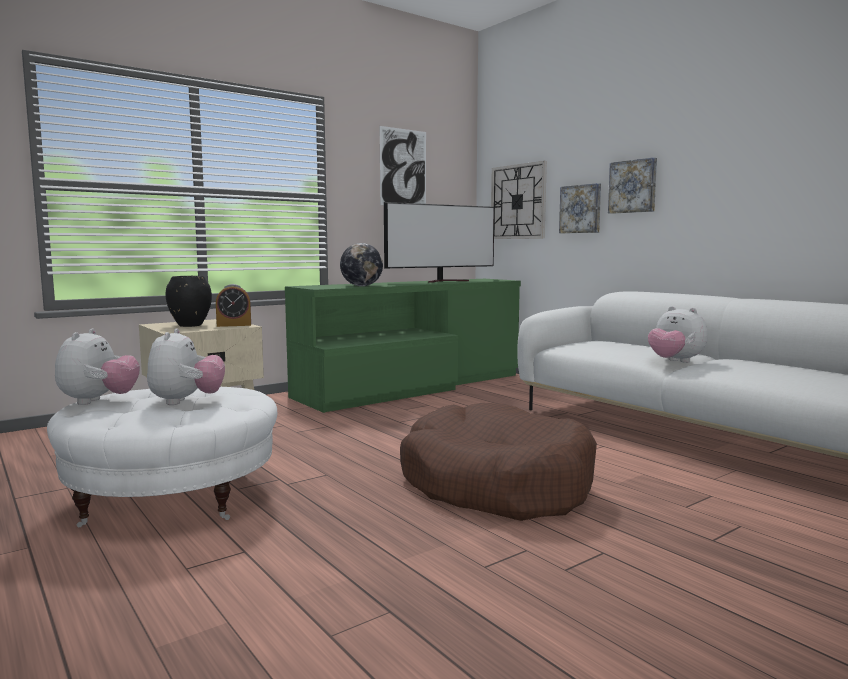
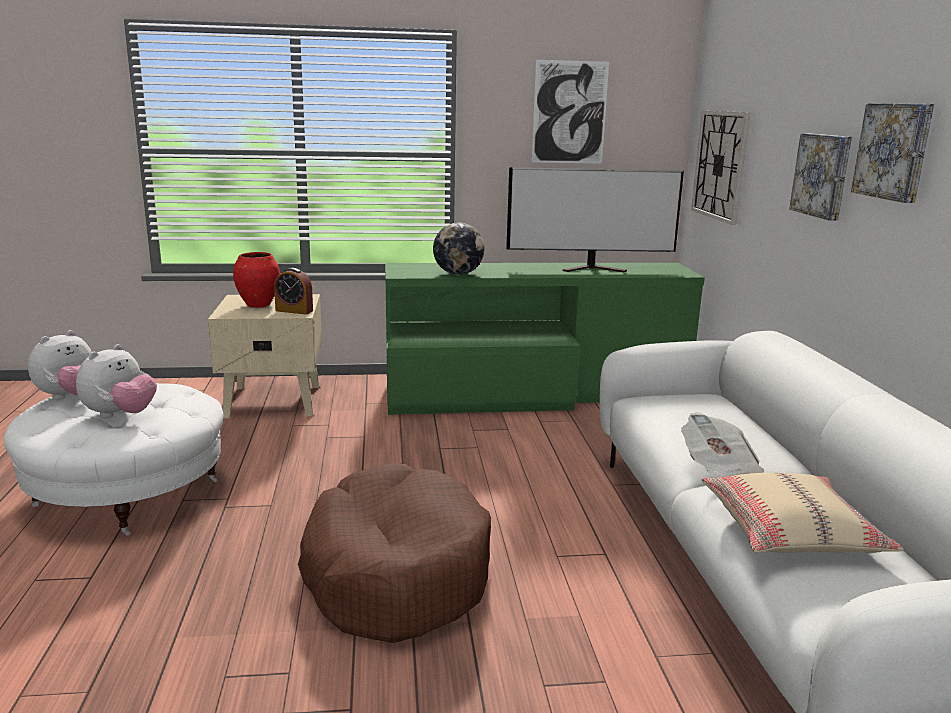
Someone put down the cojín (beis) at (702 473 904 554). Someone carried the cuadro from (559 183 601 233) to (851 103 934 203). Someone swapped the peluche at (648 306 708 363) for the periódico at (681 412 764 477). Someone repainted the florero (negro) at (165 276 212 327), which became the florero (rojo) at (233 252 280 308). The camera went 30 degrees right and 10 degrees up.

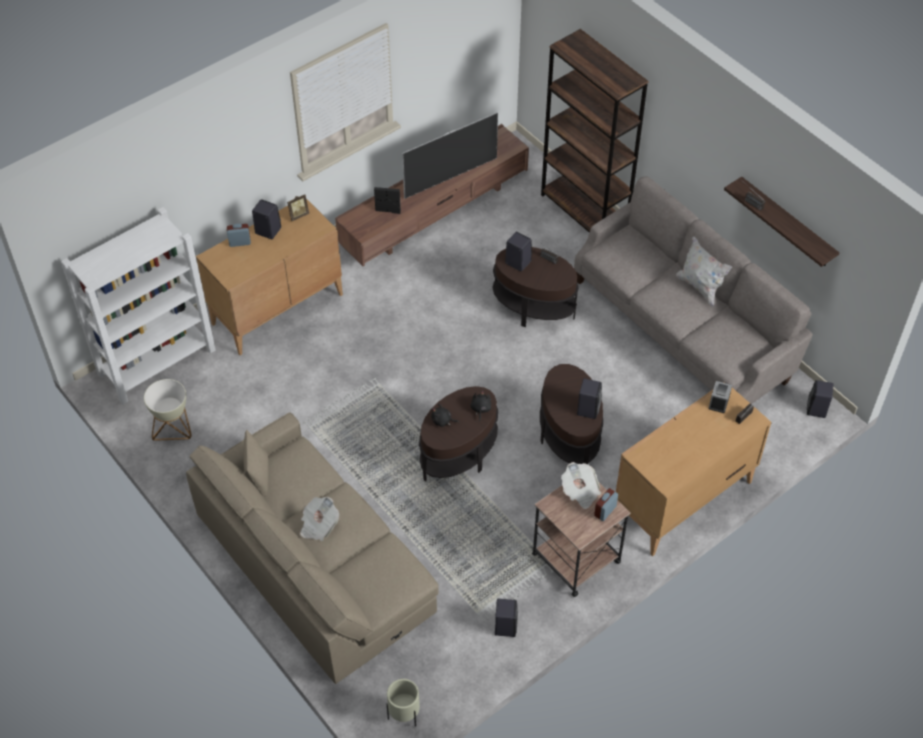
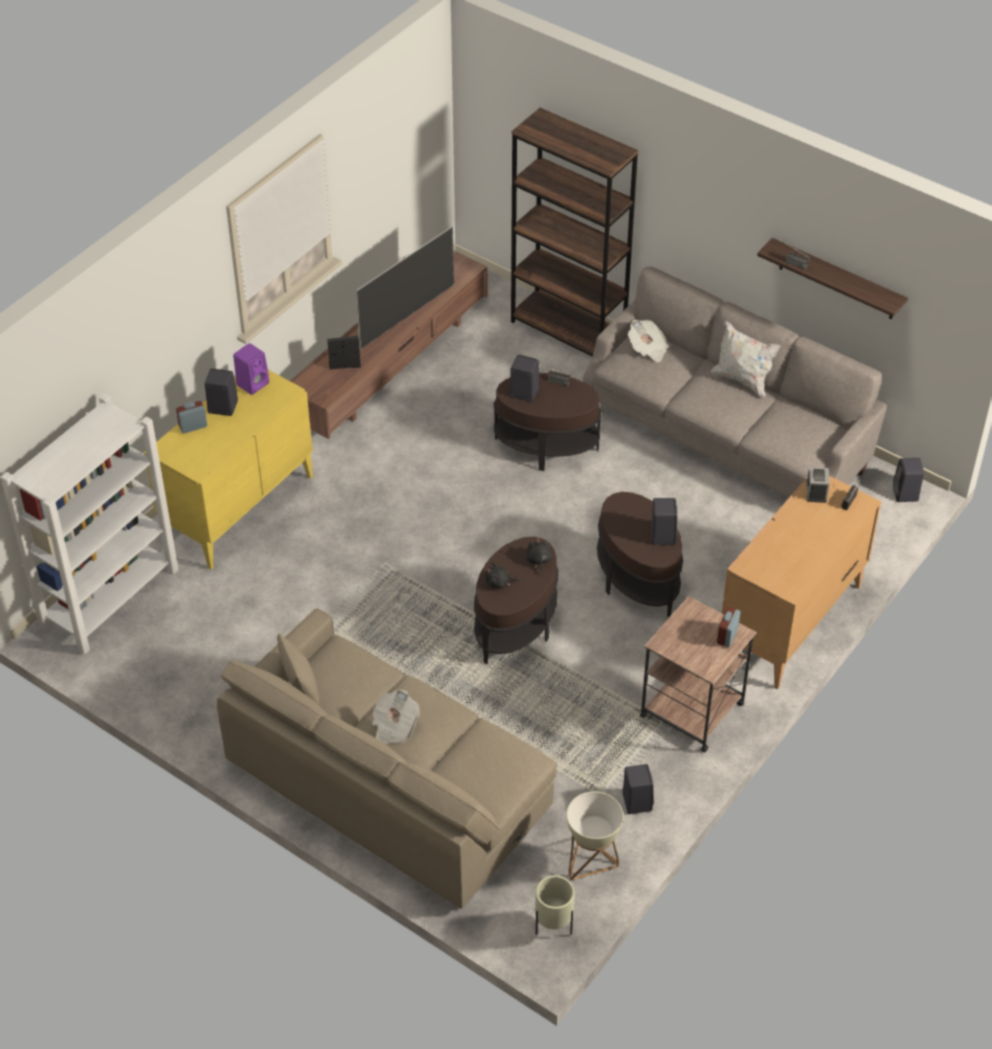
Someone carried the maceta from (144 379 192 440) to (566 791 624 880). Someone carried the periódico from (561 462 601 509) to (628 319 669 363). Someone swapped the portarretratos at (287 194 309 221) for the altavoz (morado) at (233 343 269 395). Someone repainted the armario (marrón) at (196 200 343 355), which became the armario (amarillo) at (144 370 313 569). The camera went 15 degrees left and 5 degrees down.

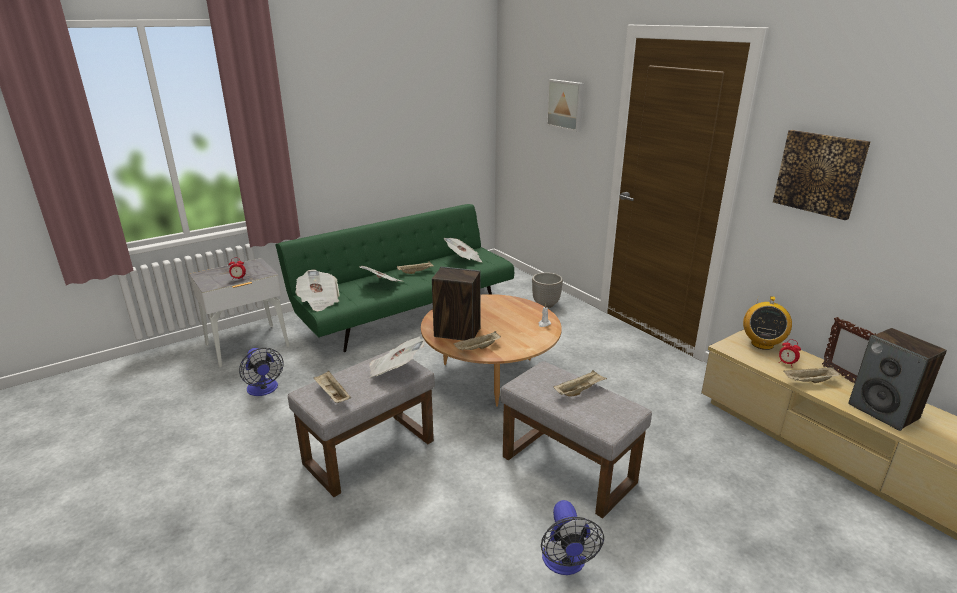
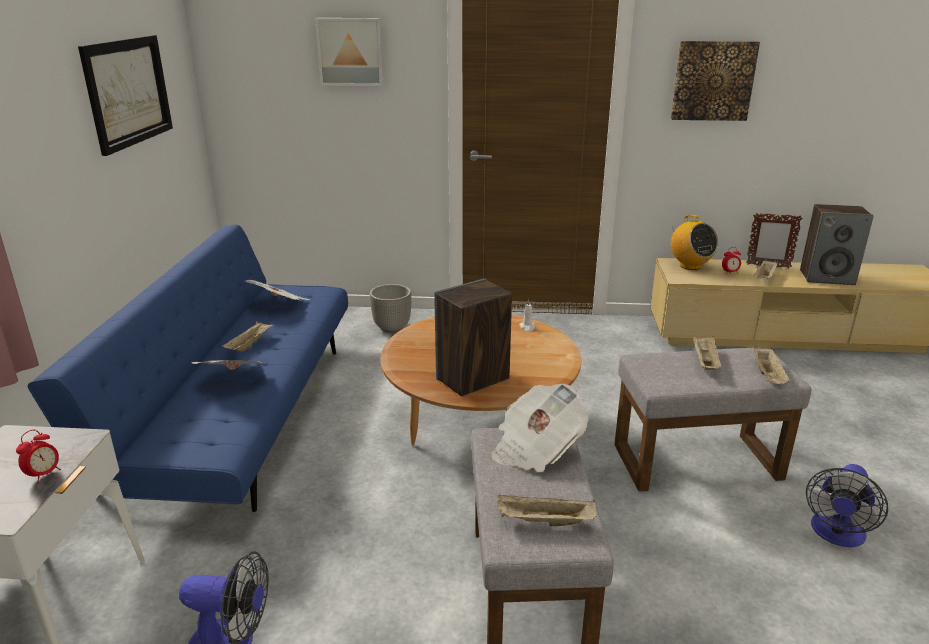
Someone took away the periódico at (295 270 340 311). Someone put up the cuadro at (78 35 173 156). Someone carried the bandeja (beis) from (454 331 501 351) to (754 346 791 384). Someone repainted the sofá (verde) at (275 204 514 352), which became the sofá (azul) at (28 225 348 512). Someone rotated the ventilador at (541 500 604 575) by 90 degrees clockwise. The camera went 50 degrees left and 0 degrees up.

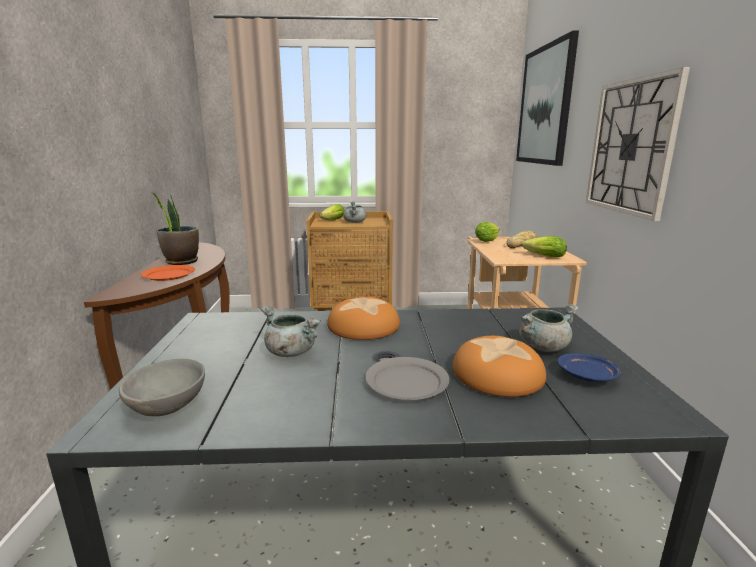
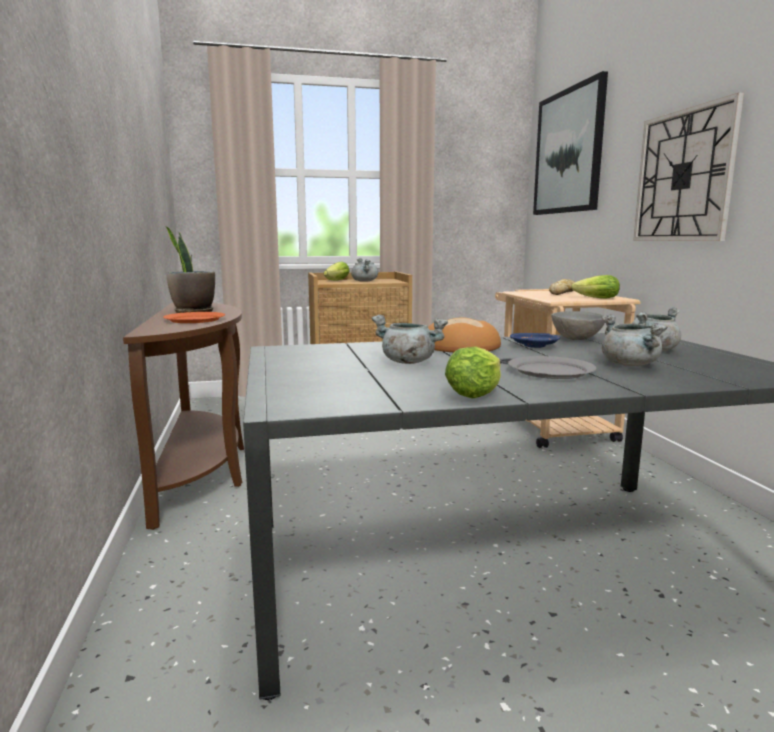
Someone carried the cuenco (gris) from (119 359 205 416) to (551 311 605 340). Someone carried the lechuga from (475 222 500 242) to (445 346 501 399). Someone carried the plato (azul) from (558 353 621 382) to (510 333 560 348). Someone swapped the pan at (453 336 546 397) for the olla (gris) at (601 314 667 366). The camera went 10 degrees left and 5 degrees down.

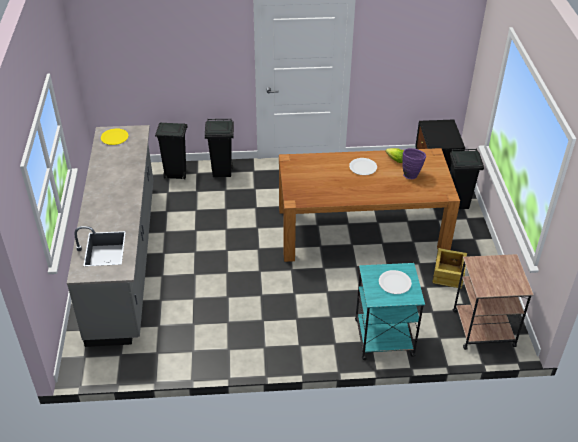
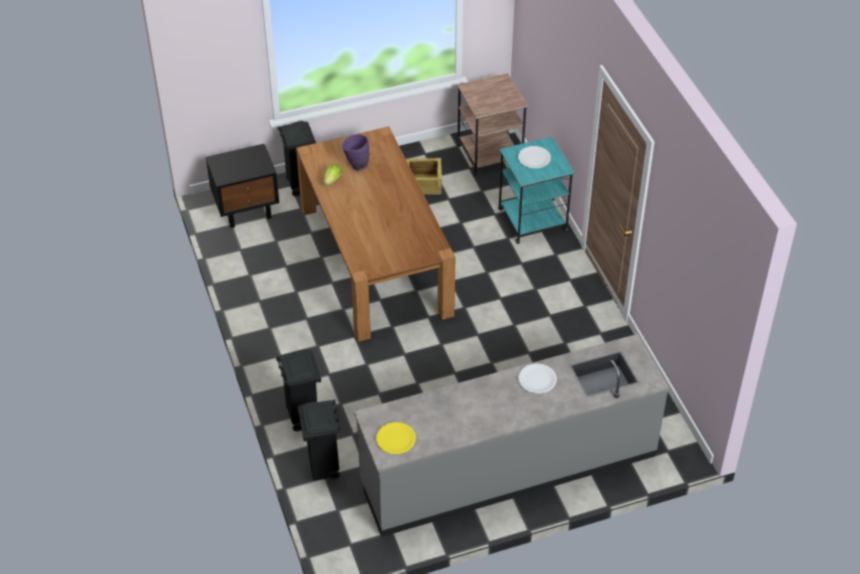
Someone carried the plato (blanco) from (349 158 377 175) to (518 363 557 393). The camera went 105 degrees left and 5 degrees up.

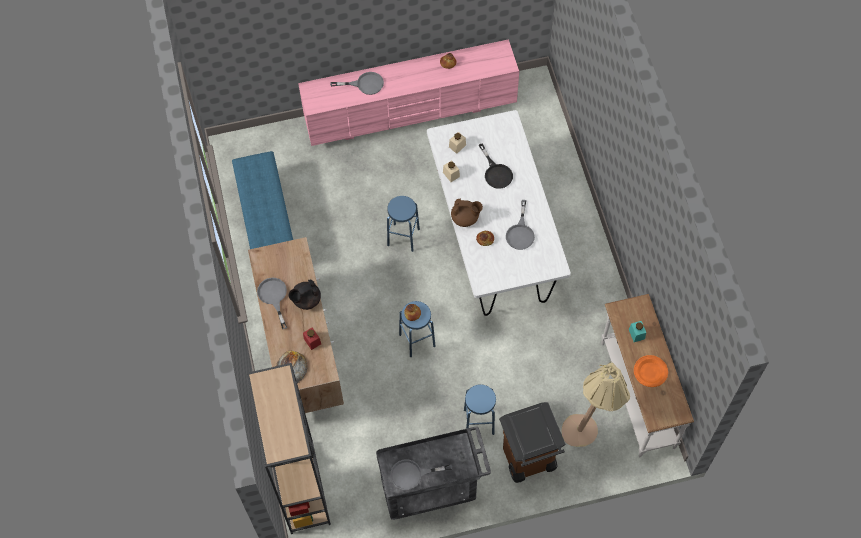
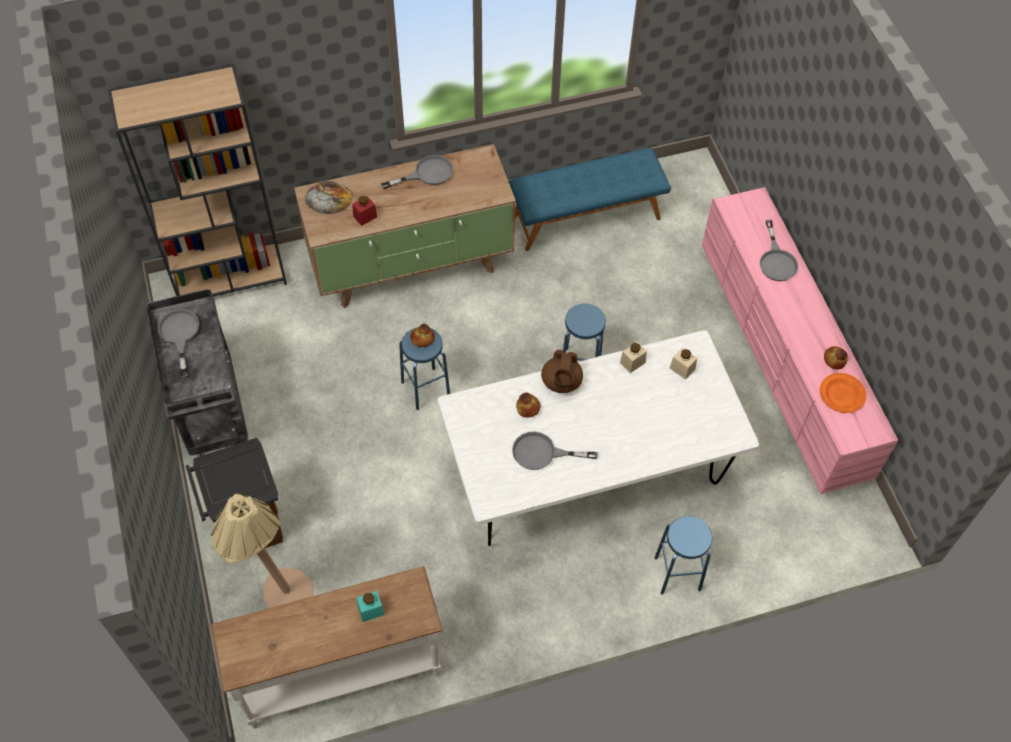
Someone took away the tetera (negro) at (289 280 321 310). Someone took away the sartén (negro) at (479 143 513 189). Someone carried the taburete (azul) from (464 384 496 435) to (655 516 712 595). Someone carried the plato (naranja) from (634 355 668 387) to (820 373 866 413). The camera went 85 degrees right and 5 degrees down.

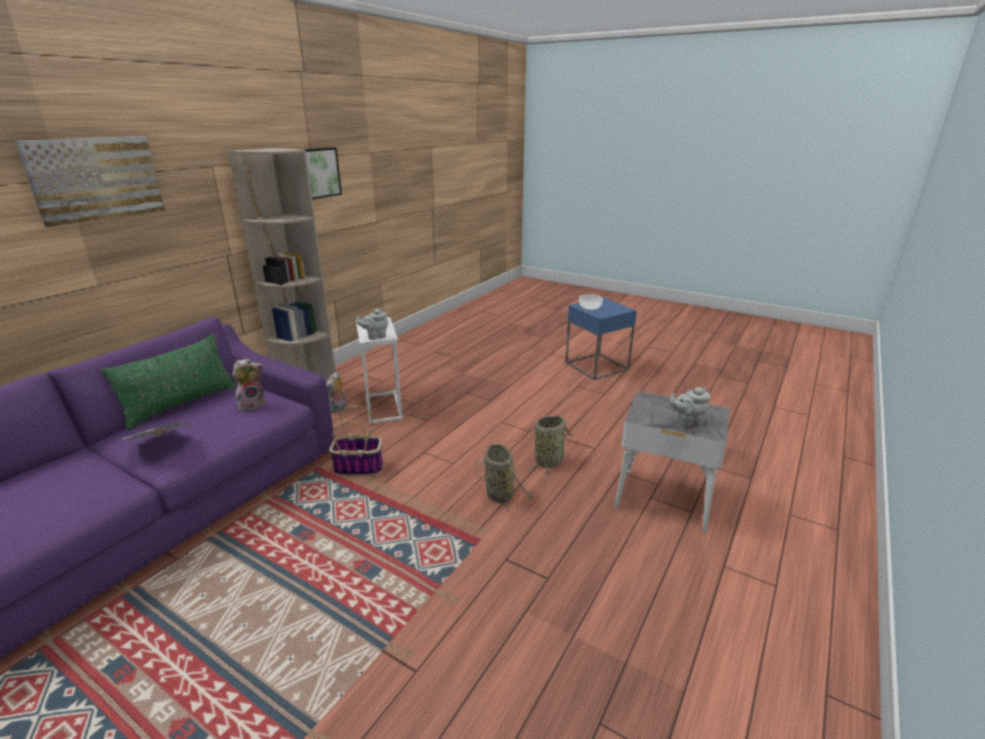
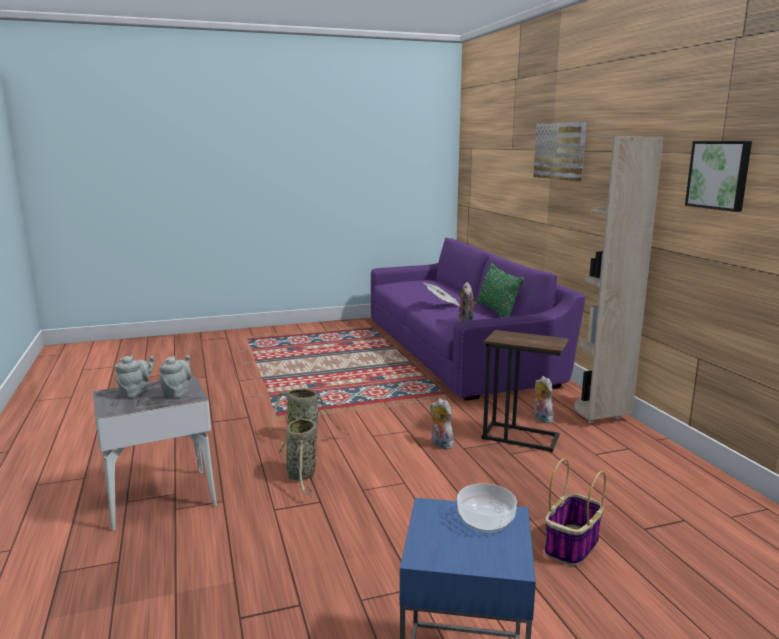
Someone put down the peluche at (430 398 454 450). Someone carried the cesta from (329 406 383 476) to (544 459 606 566). Someone carried the tetera (gris) from (356 309 388 340) to (159 355 192 398). Someone repainted the mesa auxiliar (blanco) at (356 317 403 424), which became the mesa auxiliar (marrón) at (482 330 568 452). The camera went 130 degrees right and 10 degrees down.

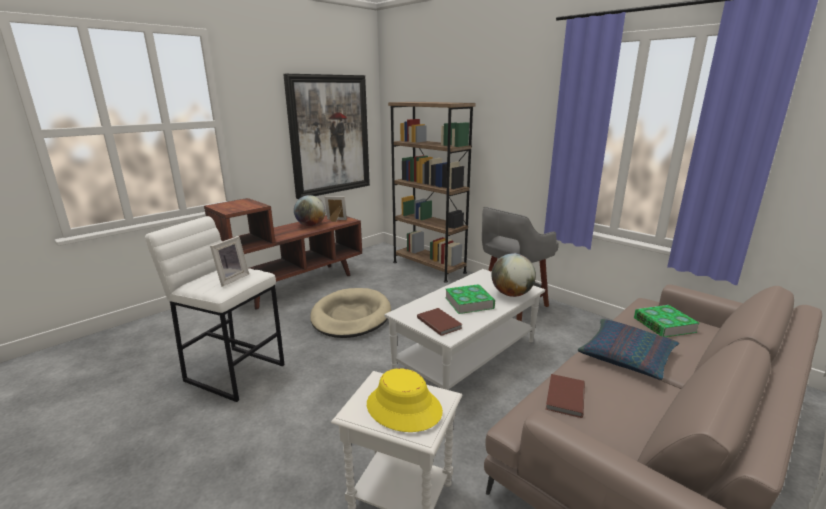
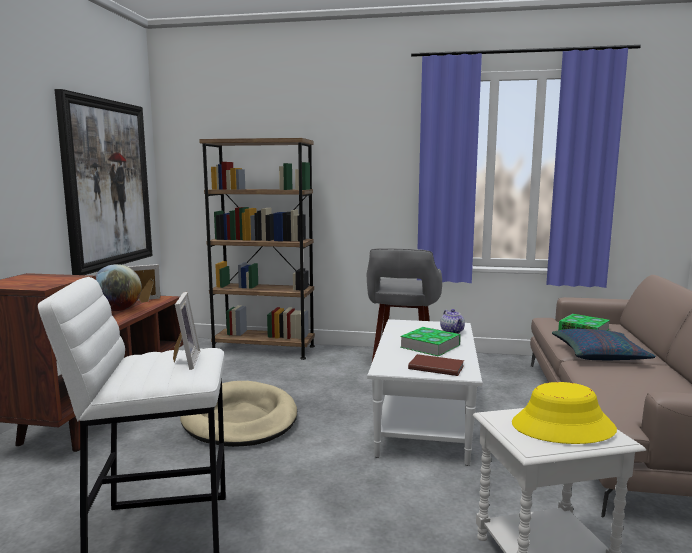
Someone took away the libro (marrón) at (546 374 585 418). Someone swapped the globo terráqueo at (491 253 536 297) for the tetera at (440 309 465 334). The camera went 35 degrees left and 10 degrees down.

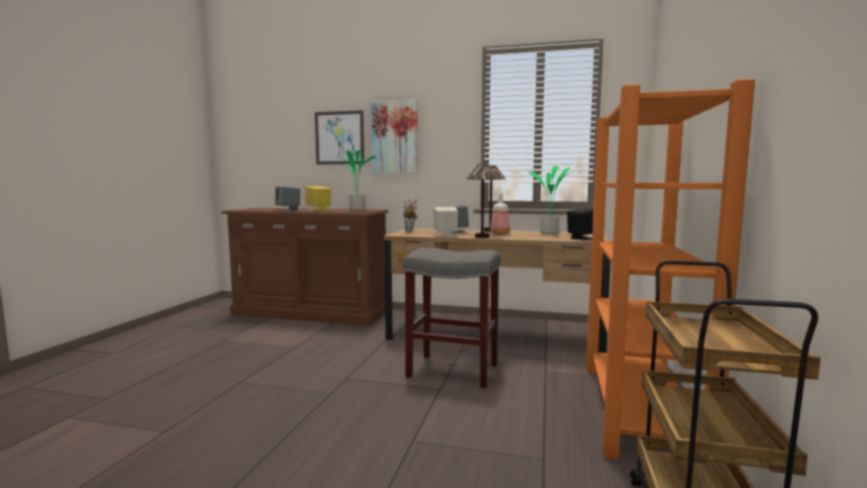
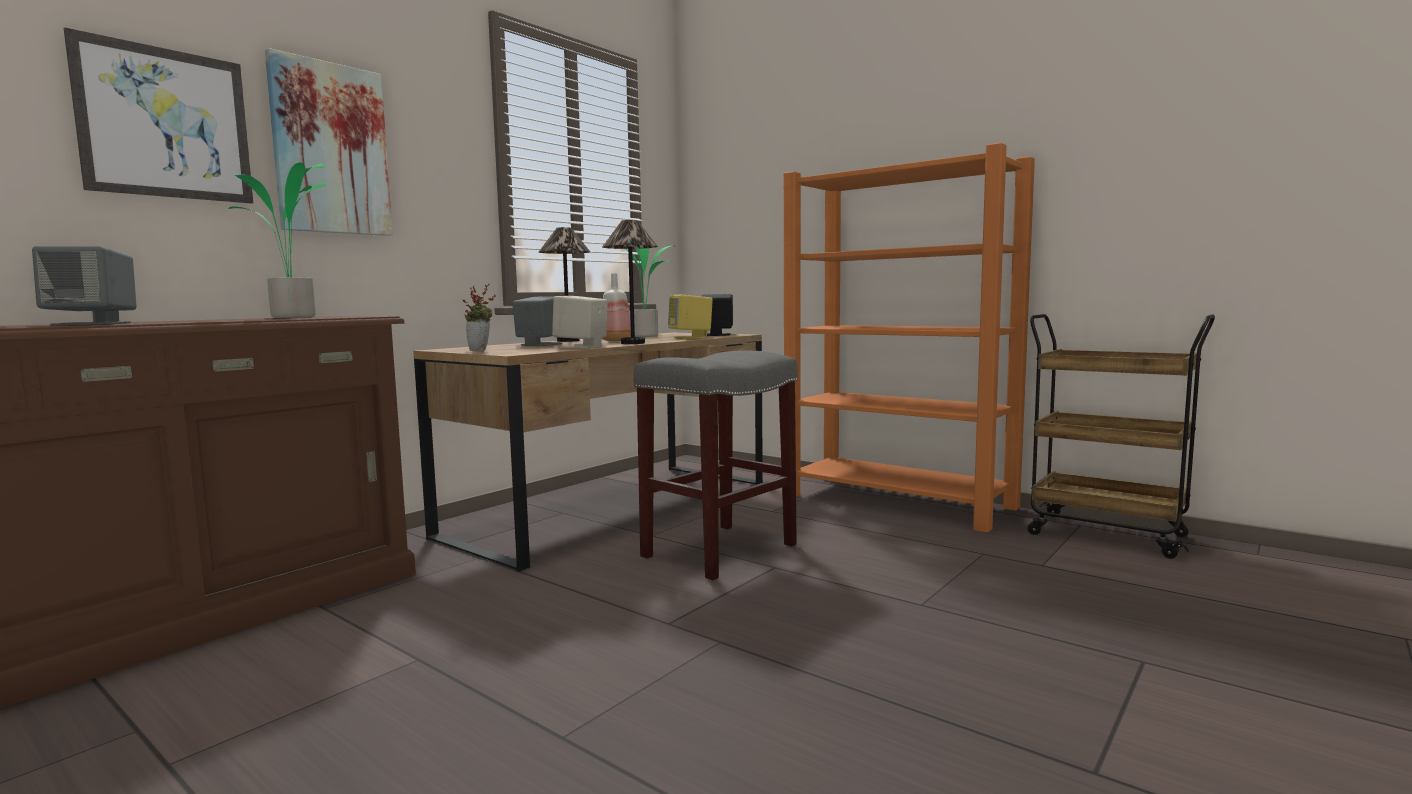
Someone carried the altavoz (amarillo) from (305 186 331 210) to (668 295 713 339). The camera went 65 degrees left and 0 degrees up.

